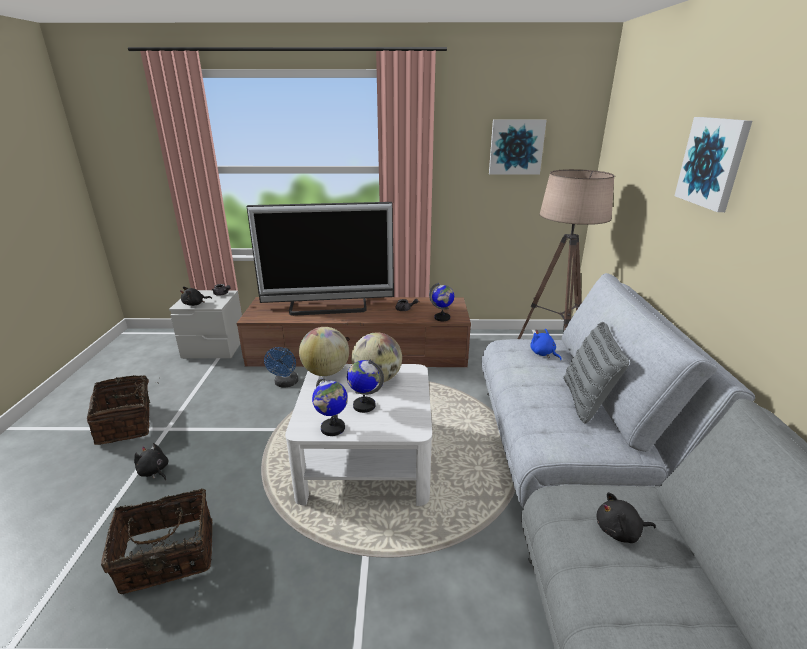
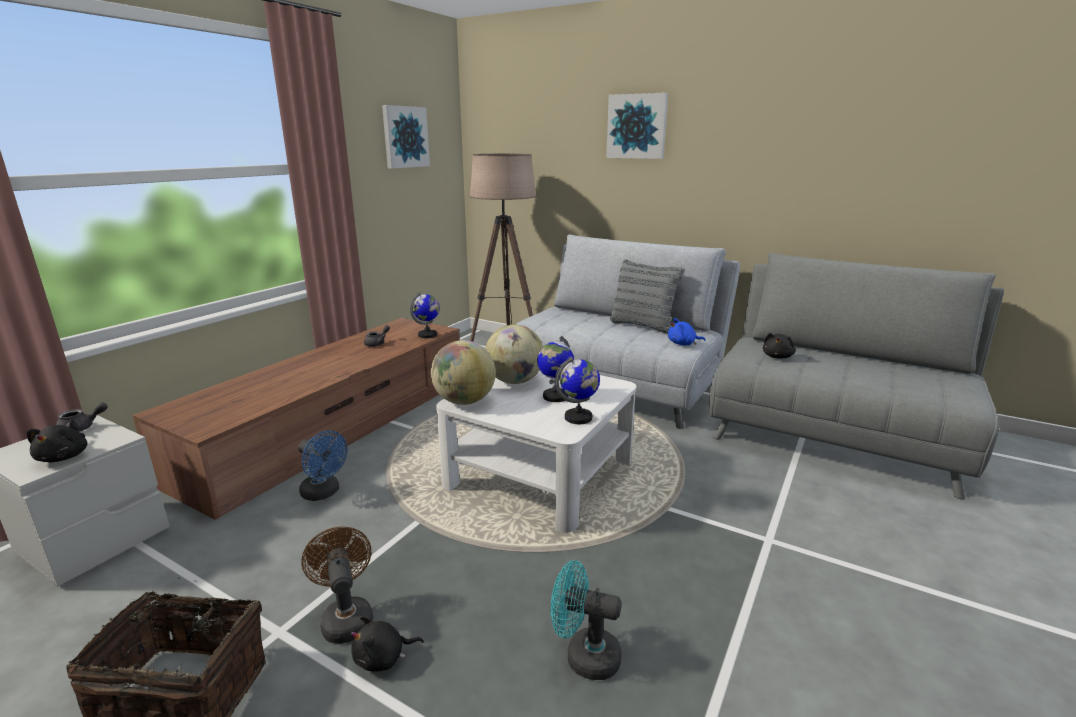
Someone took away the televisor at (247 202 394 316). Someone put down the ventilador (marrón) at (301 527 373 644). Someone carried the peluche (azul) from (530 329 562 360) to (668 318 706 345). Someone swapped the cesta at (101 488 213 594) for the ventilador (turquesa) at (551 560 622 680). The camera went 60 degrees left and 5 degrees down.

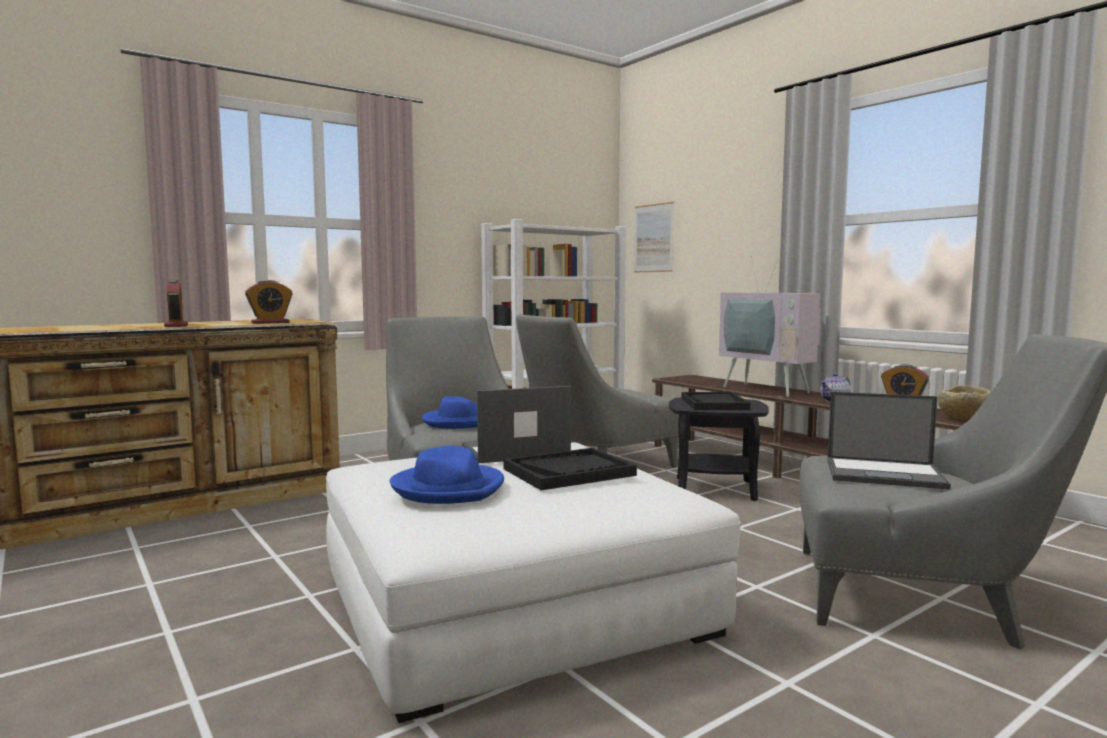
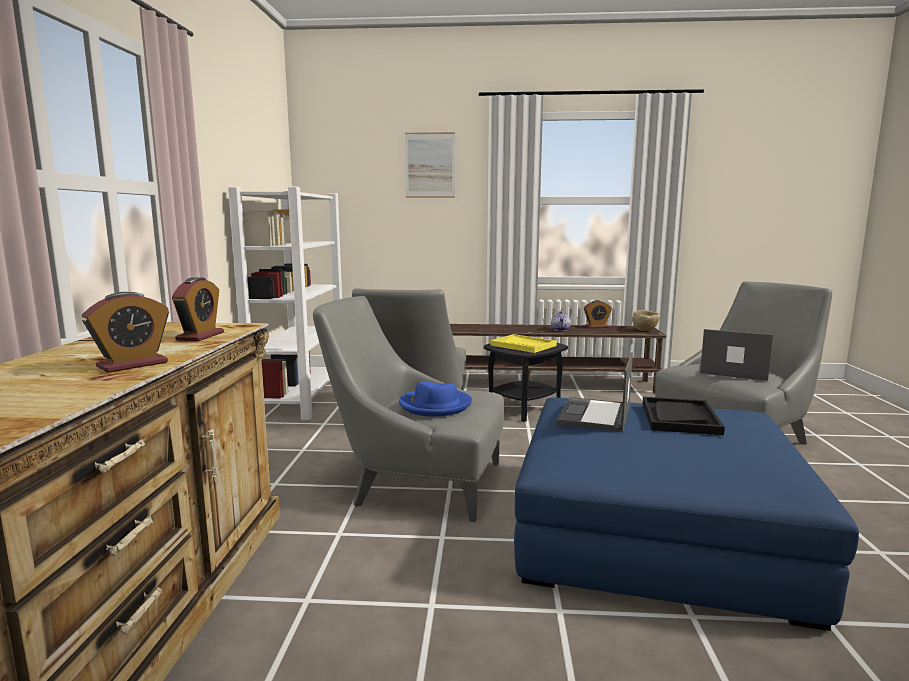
Someone took away the sombrero (azul) at (389 446 504 504). Someone took away the televisor at (719 256 821 397). Someone carried the cuadro from (634 202 674 272) to (405 132 455 198). Someone repainted the puf (blanco) at (326 443 740 723), which became the puf (azul) at (514 397 859 631). Someone repainted the bandeja (negro) at (681 392 750 410), which became the bandeja (amarillo) at (490 334 557 353). Someone rotated the despertador at (164 280 188 327) by 120 degrees clockwise. Someone rotated the portátil at (827 392 951 490) by 120 degrees counterclockwise. The camera went 50 degrees left and 5 degrees up.

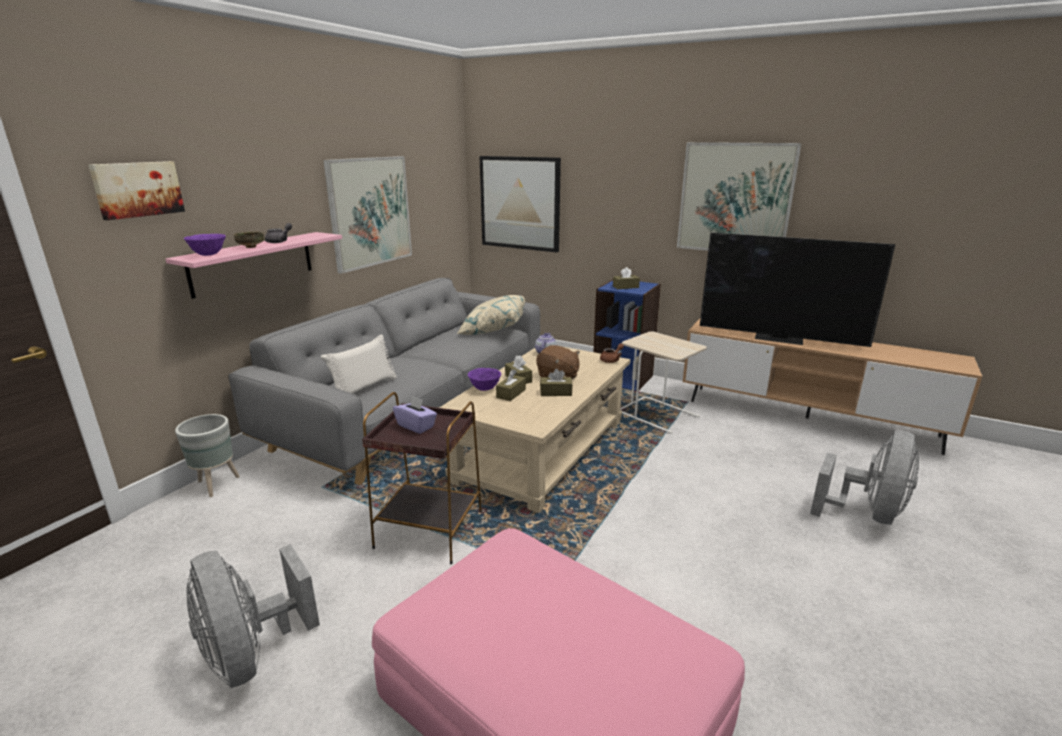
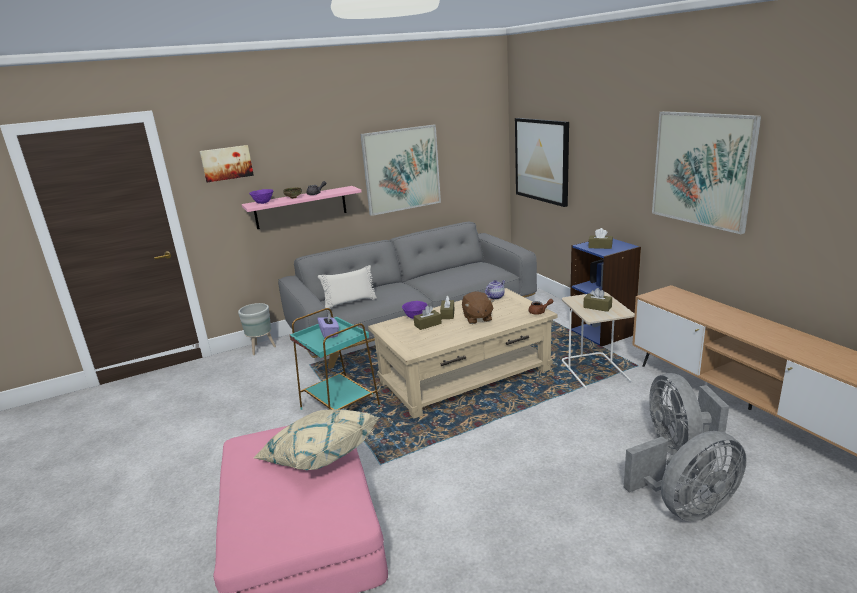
Someone took away the televisor at (700 232 895 347). Someone carried the ventilador (gris) from (187 544 320 688) to (649 373 729 455). Someone carried the cojín (beis) from (457 295 526 335) to (254 409 379 470). Someone carried the caja de pañuelos (marrón) from (540 369 573 396) to (583 288 612 312). Someone repainted the mesa auxiliar (marrón) at (362 392 482 564), which became the mesa auxiliar (turquesa) at (290 308 380 410). The camera went 35 degrees right and 0 degrees up.

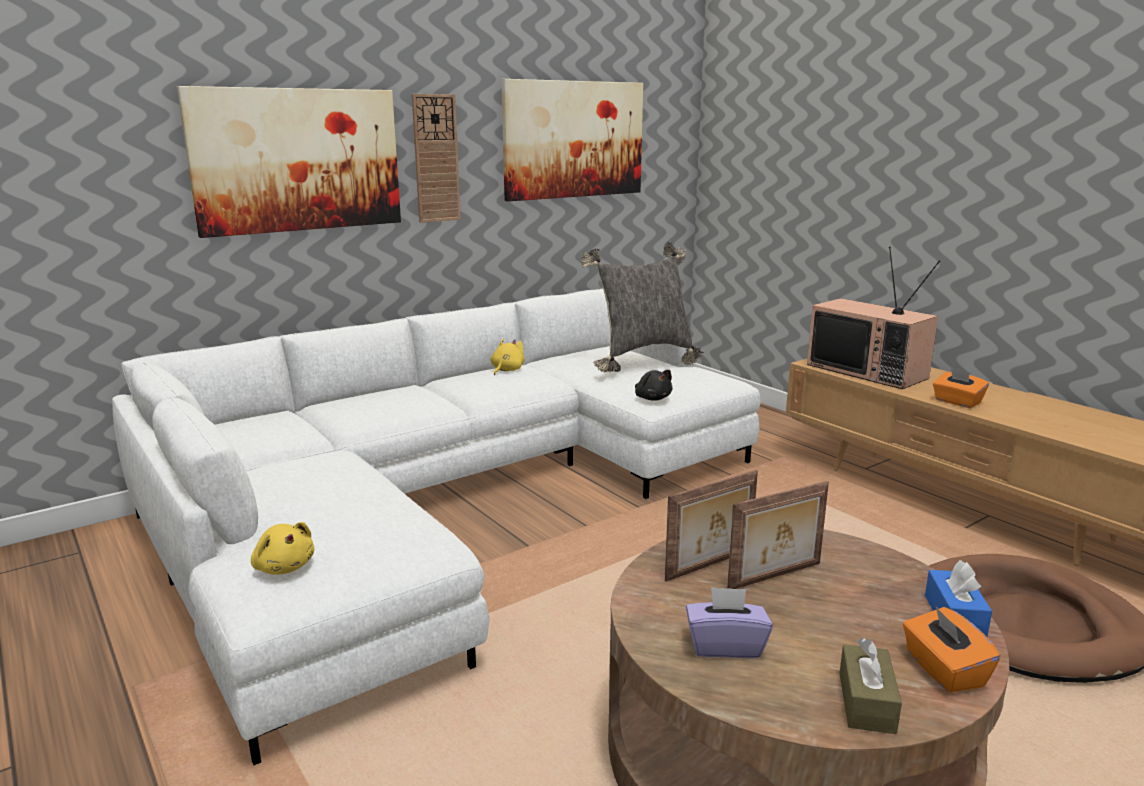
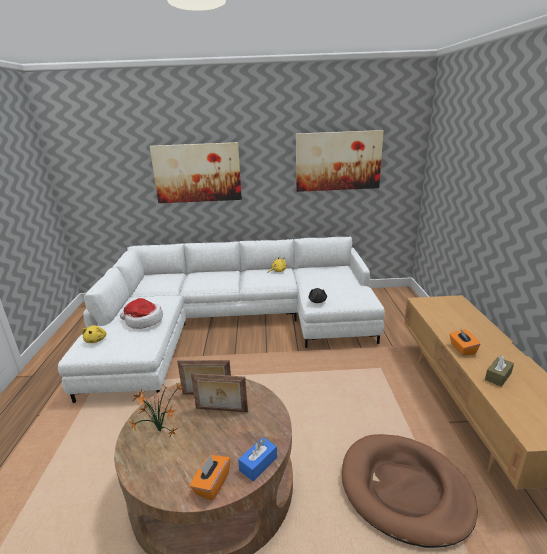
Someone took away the reloj de pared at (412 94 461 223). Someone took away the cojín at (581 242 704 372). Someone took away the televisor at (807 247 940 389). Someone put down the sombrero at (120 298 163 329). Someone carried the caja de pañuelos (marrón) from (840 638 902 734) to (485 355 514 387). Someone swapped the caja de pañuelos (morado) at (686 587 773 658) for the planta en maceta at (128 382 184 438). The camera went 35 degrees right and 5 degrees up.

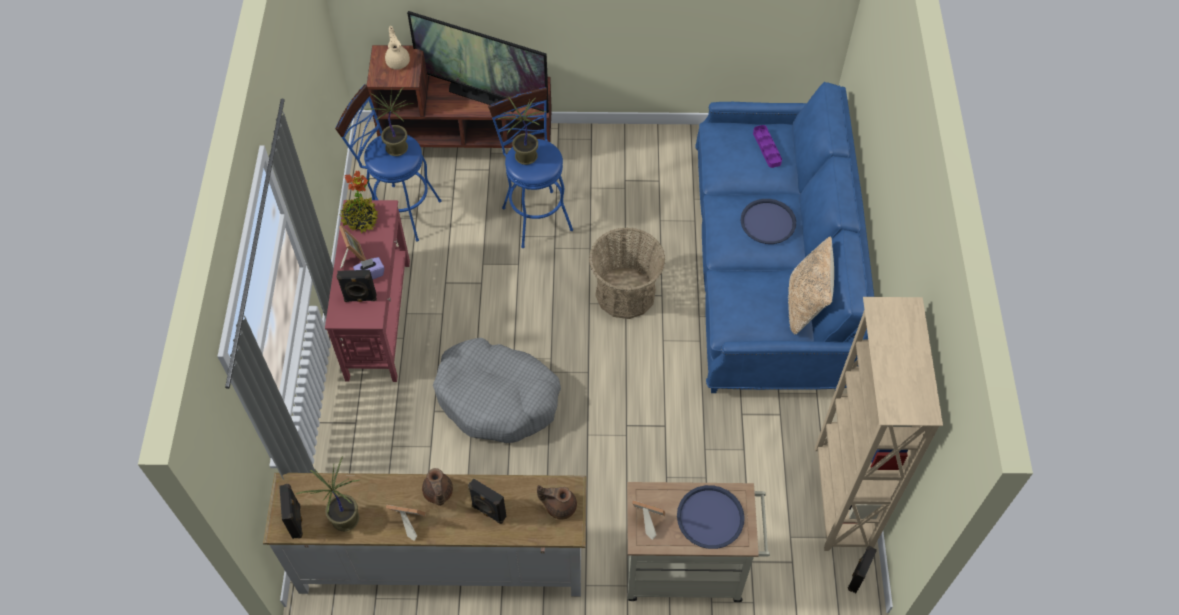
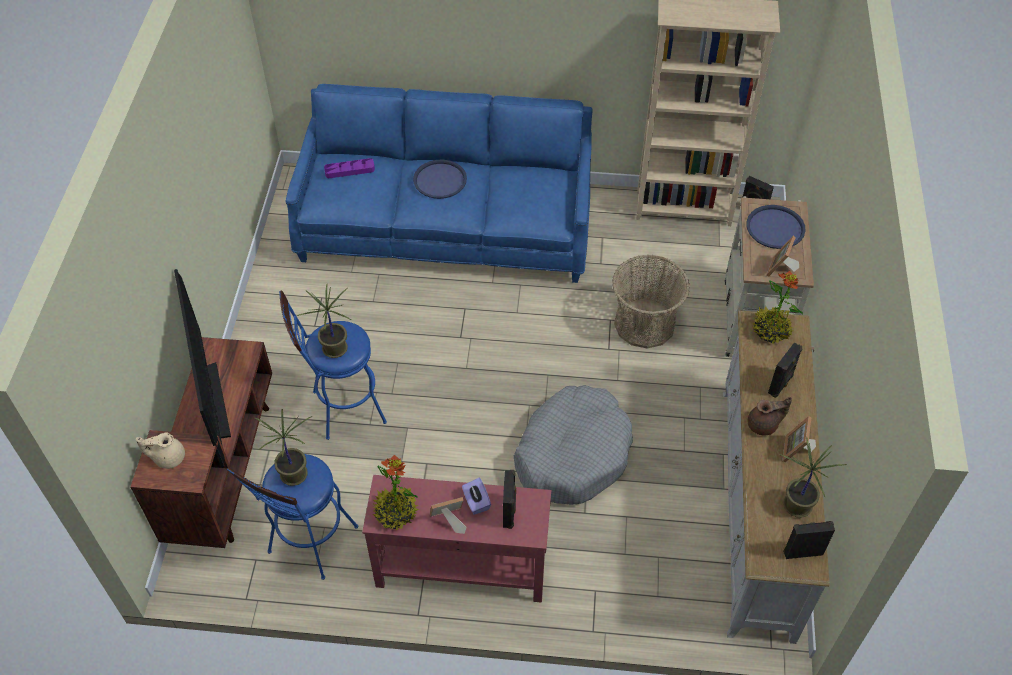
Someone took away the cojín (beis) at (788 236 834 335). Someone carried the cesta from (589 228 666 319) to (612 255 690 349). Someone swapped the tetera (marrón) at (537 485 577 520) for the planta en maceta at (752 271 803 343). Someone rotated the televisor at (407 11 549 113) by 135 degrees clockwise. The camera went 85 degrees left and 5 degrees down.

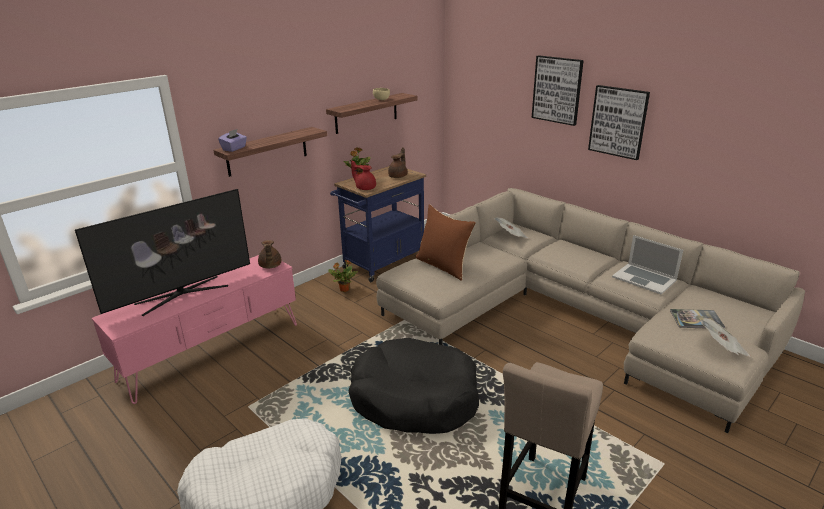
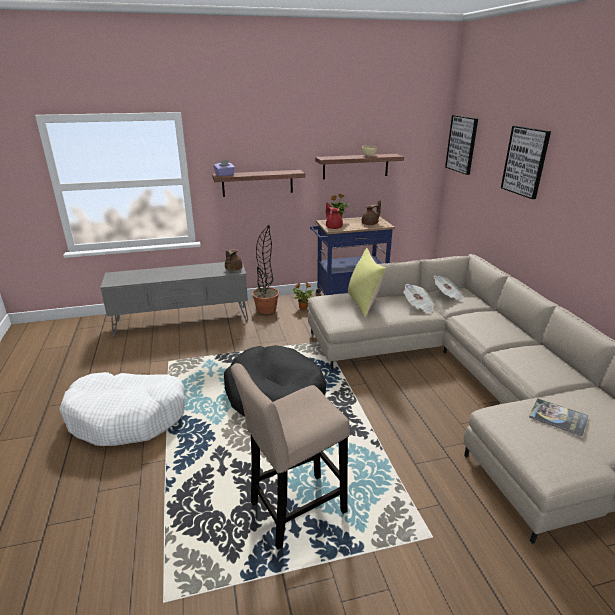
Someone took away the televisor at (75 189 250 316). Someone took away the portátil at (612 235 683 294). Someone put down the planta en maceta at (252 225 279 314). Someone carried the cuadro from (588 85 650 160) to (445 115 478 175). Someone carried the periódico from (700 318 751 357) to (403 284 436 314). Someone repainted the mueble de televisión (rosa) at (92 255 297 404), which became the mueble de televisión (gris) at (100 262 248 337). Someone repainted the cojín (marrón) at (415 204 476 281), which became the cojín (amarillo) at (348 248 386 318). The camera went 30 degrees right and 0 degrees up.

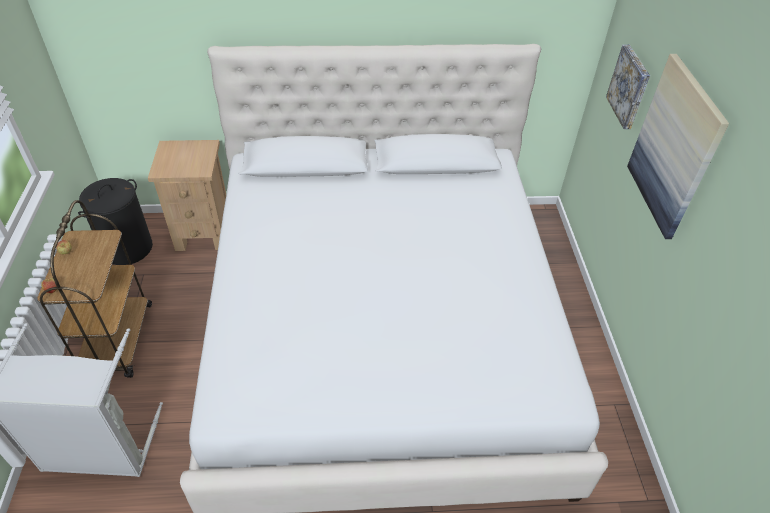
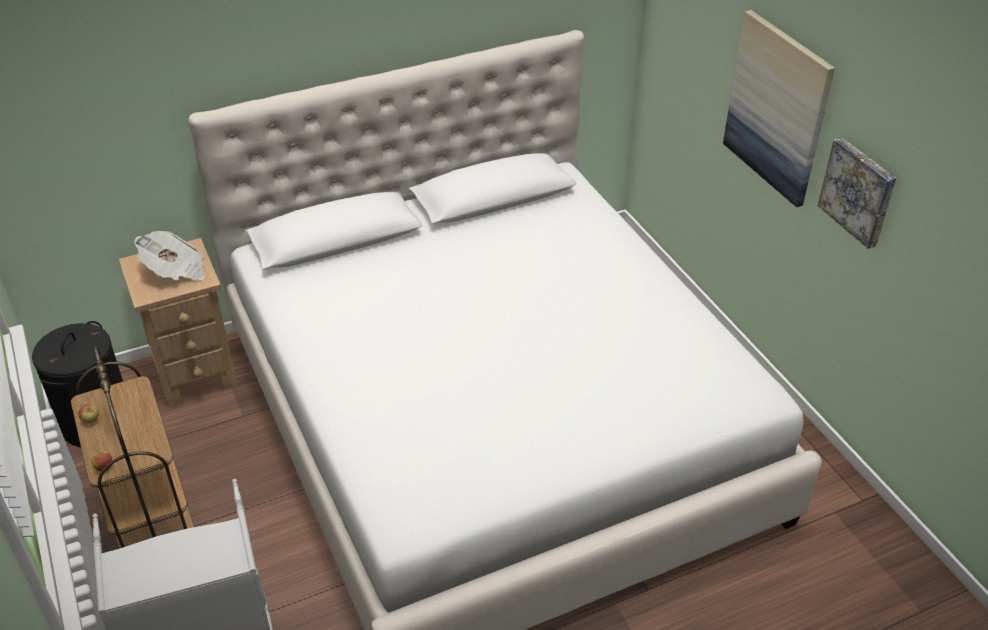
Someone put down the periódico at (134 231 205 281). Someone carried the cuadro from (606 45 650 129) to (818 137 896 249). The camera went 20 degrees left and 5 degrees down.

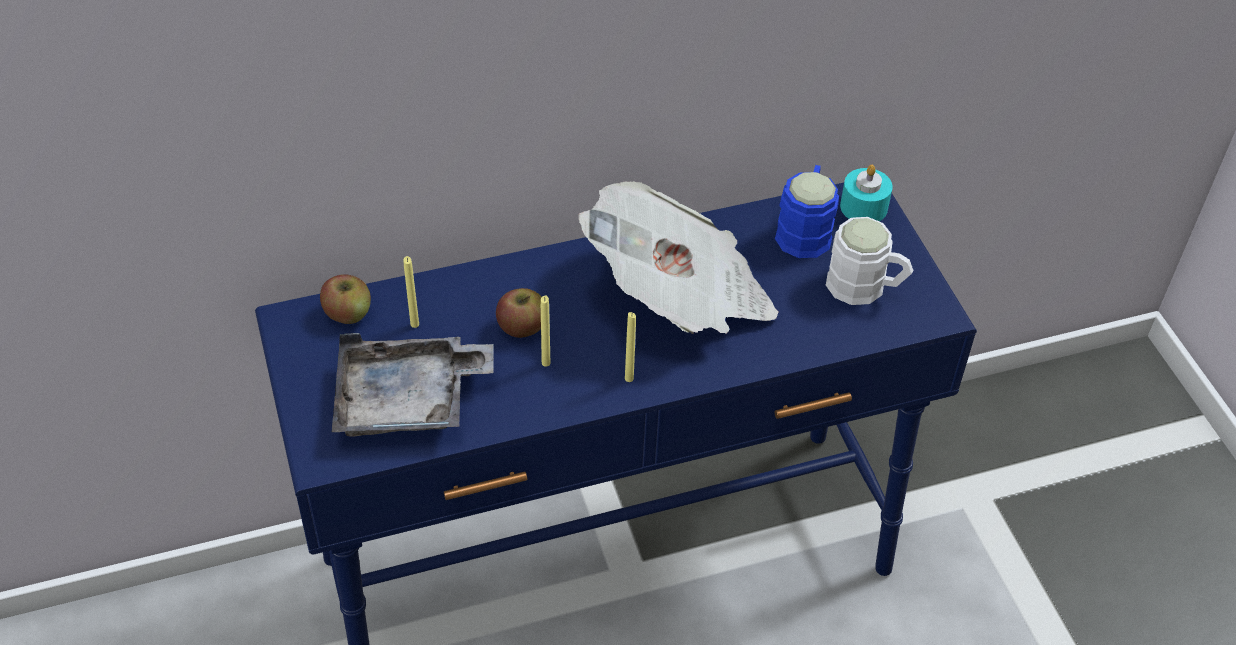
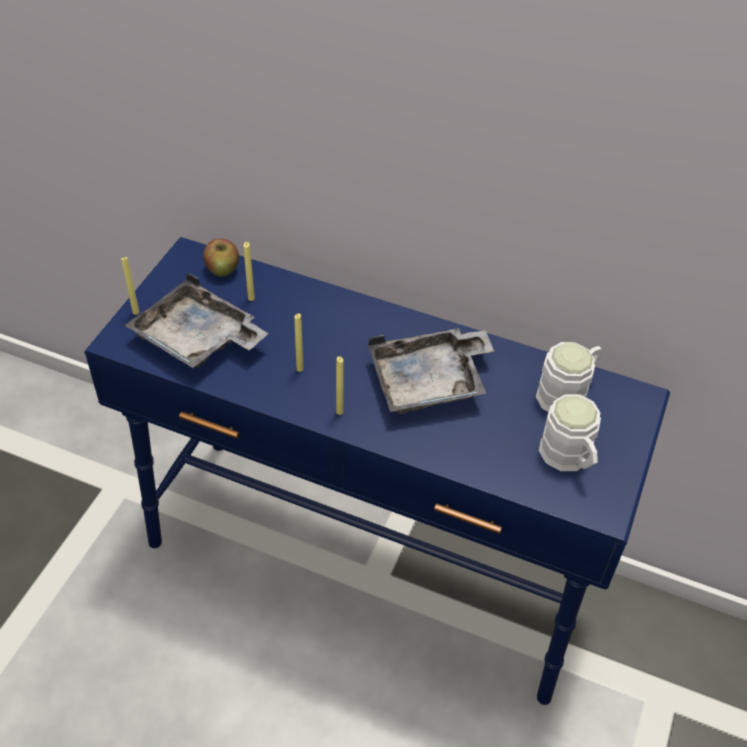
Someone took away the manzana at (496 288 542 338). Someone took away the vela (turquesa) at (840 165 893 221). Someone put down the vela (amarillo) at (121 257 139 315). Someone swapped the periódico at (578 181 778 334) for the bandeja (gris) at (368 328 494 414). Someone repainted the taza grande (azul) at (775 165 839 258), which became the taza grande (blanco) at (536 342 604 412). The camera went 40 degrees right and 0 degrees up.

